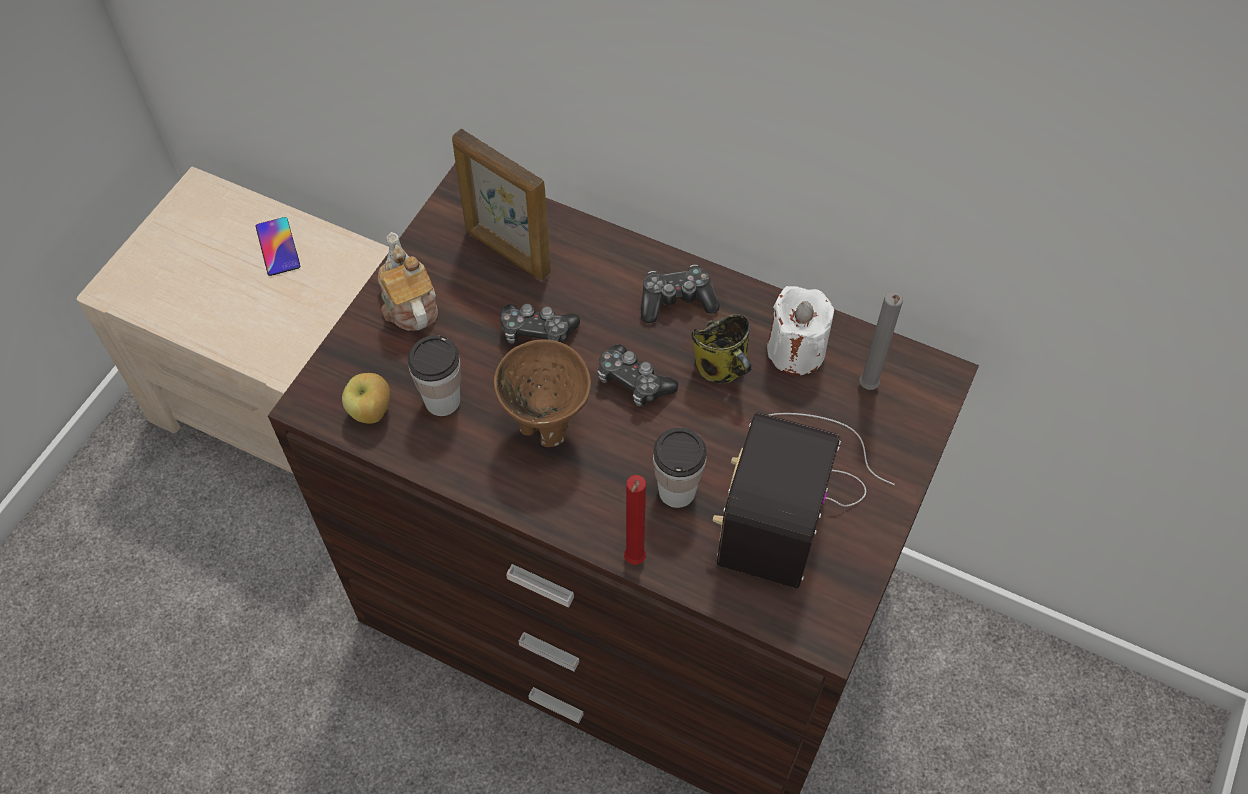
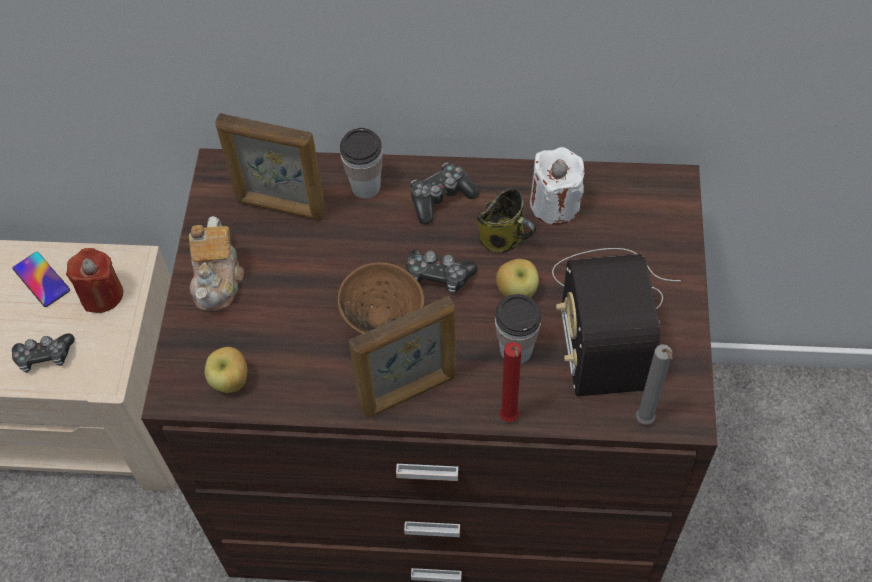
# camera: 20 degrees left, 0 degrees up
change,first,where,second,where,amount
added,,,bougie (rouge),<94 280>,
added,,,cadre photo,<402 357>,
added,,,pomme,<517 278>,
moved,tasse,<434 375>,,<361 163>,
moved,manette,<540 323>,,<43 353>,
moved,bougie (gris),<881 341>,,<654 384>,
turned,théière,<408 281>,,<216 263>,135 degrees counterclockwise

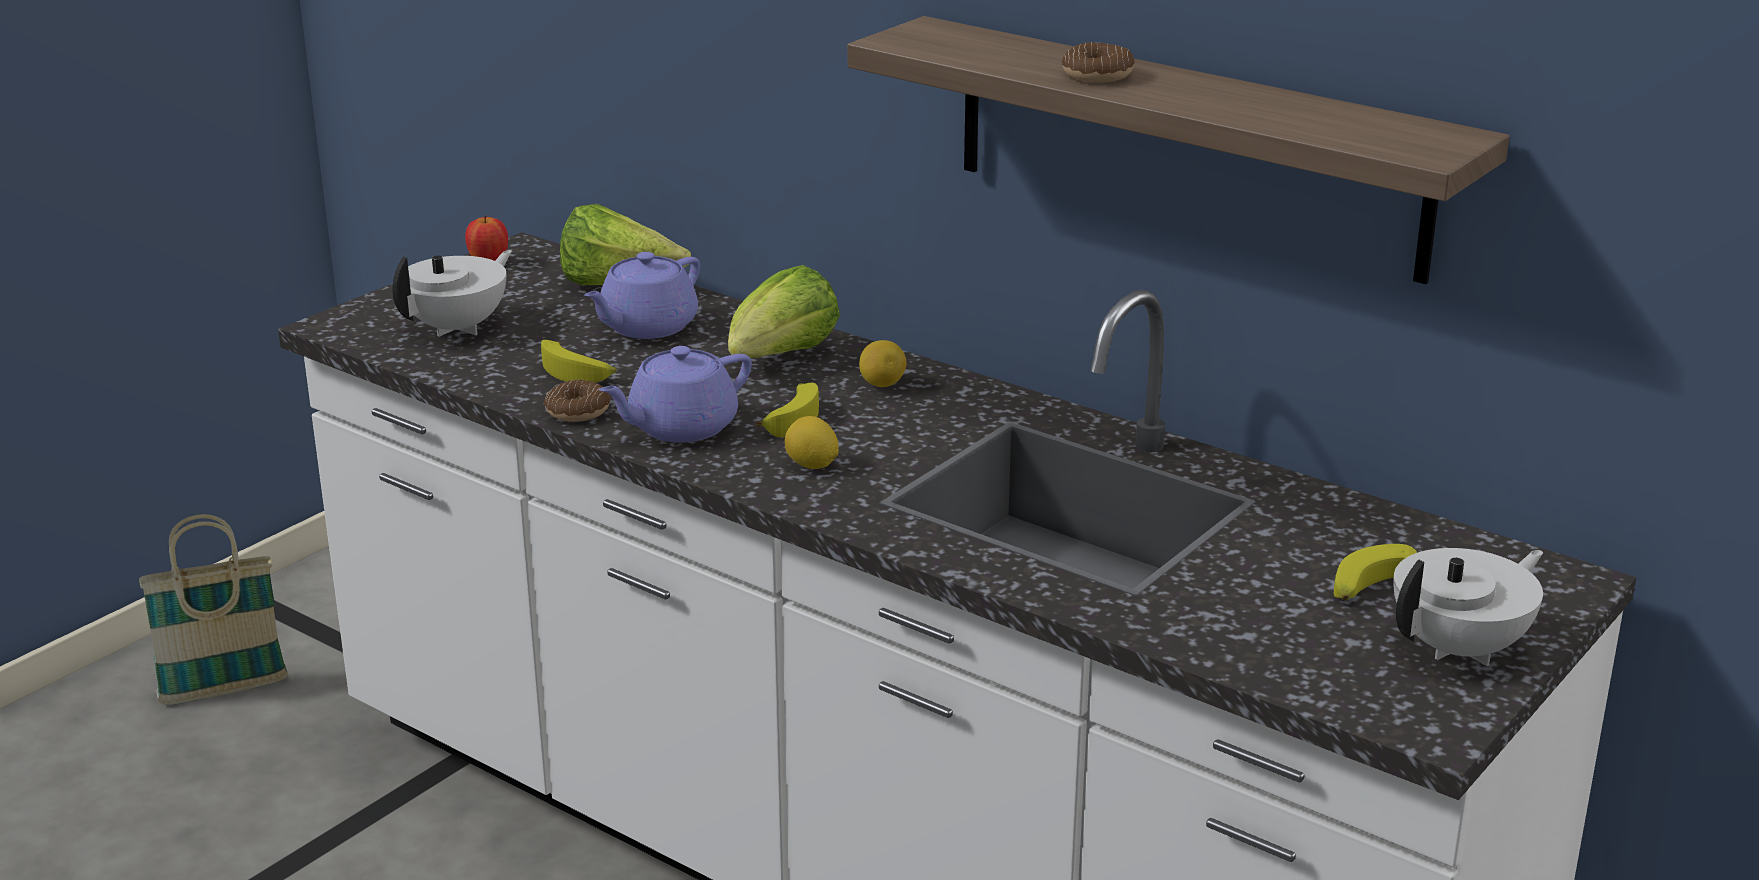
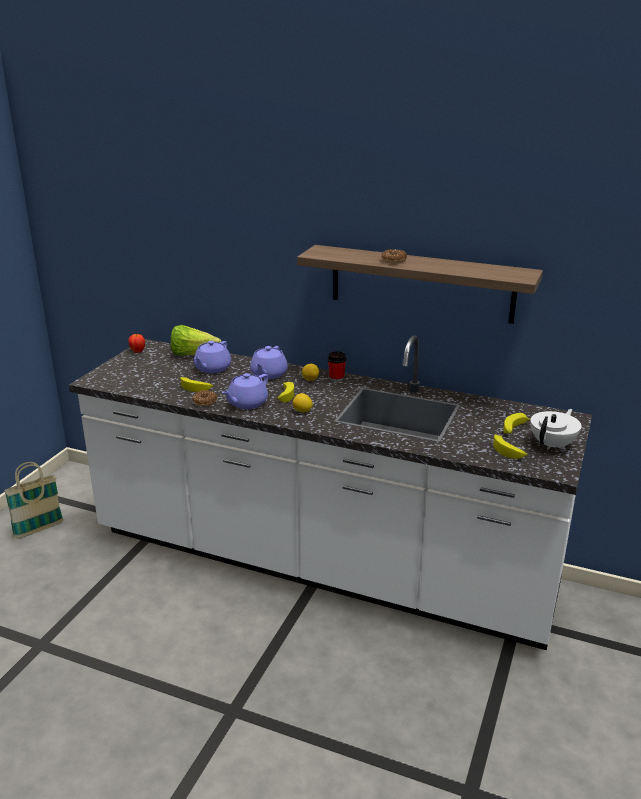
# camera: 15 degrees left, 0 degrees up
change,first,where,second,where,amount
removed,théière (blanc),<452 293>,,,
added,,,tasse,<336 367>,
added,,,banane,<510 447>,
replaced,laitue,<784 311>,théière (violet),<269 362>,

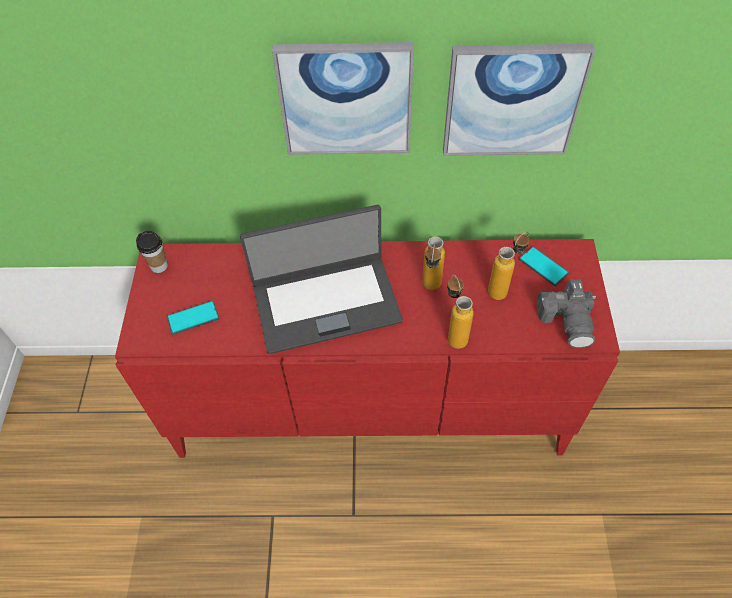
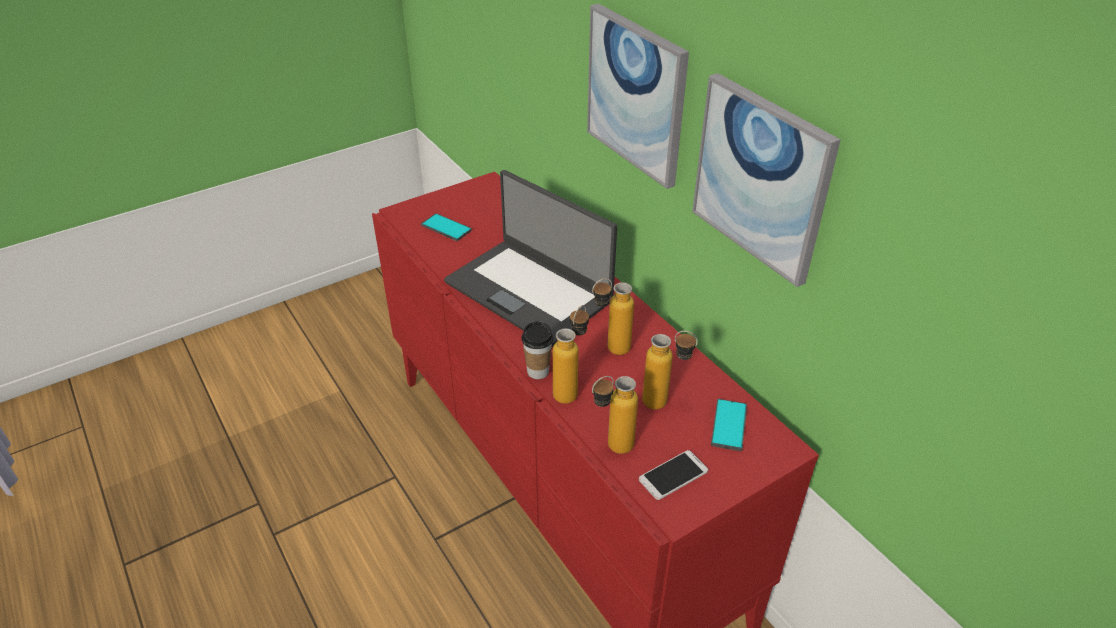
# camera: 55 degrees right, 15 degrees down
change,first,where,second,where,amount
added,,,bouteille,<615 415>,
moved,tasse,<152 252>,,<537 350>,
replaced,appareil photo,<566 313>,téléphone,<673 475>,

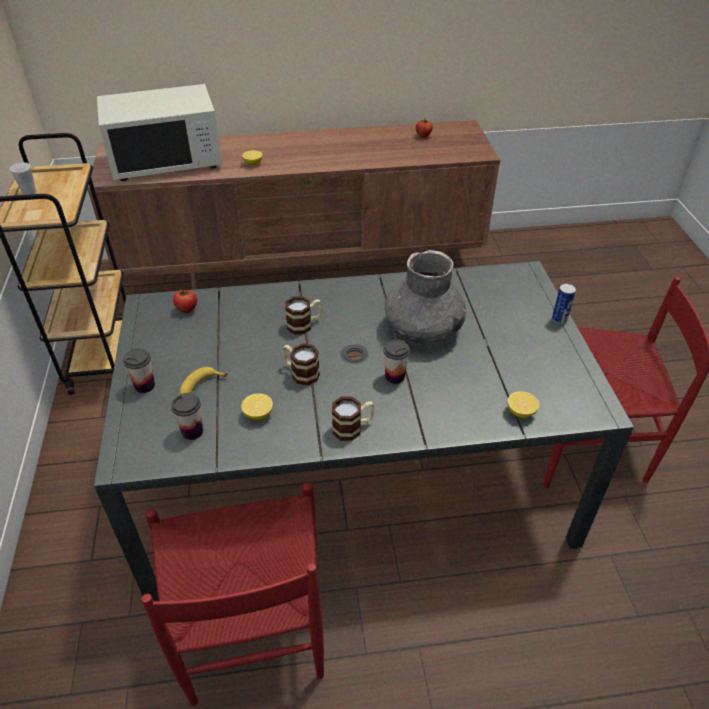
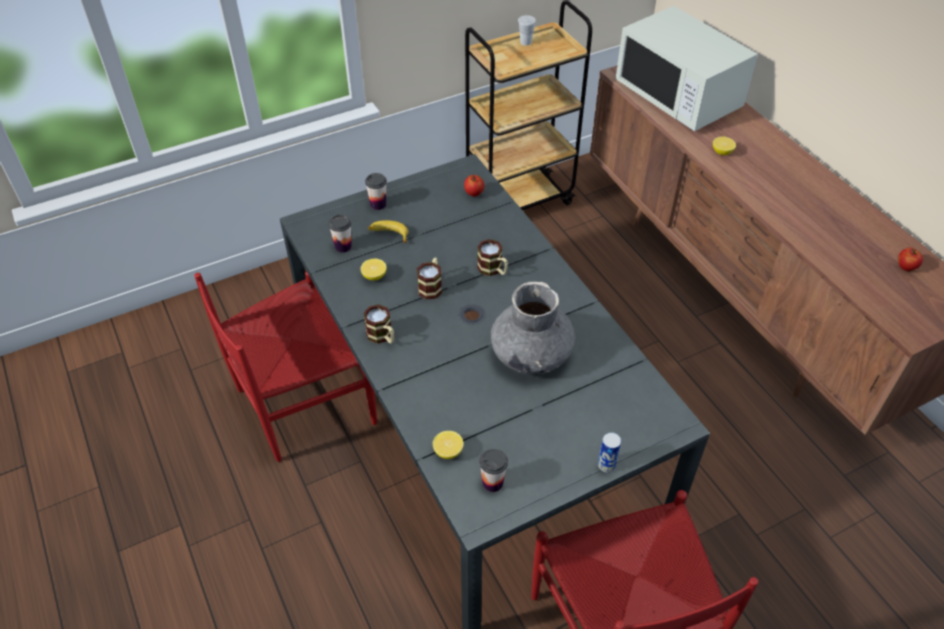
# camera: 70 degrees right, 5 degrees up
change,first,where,second,where,amount
moved,tasse,<396 361>,,<493 470>,

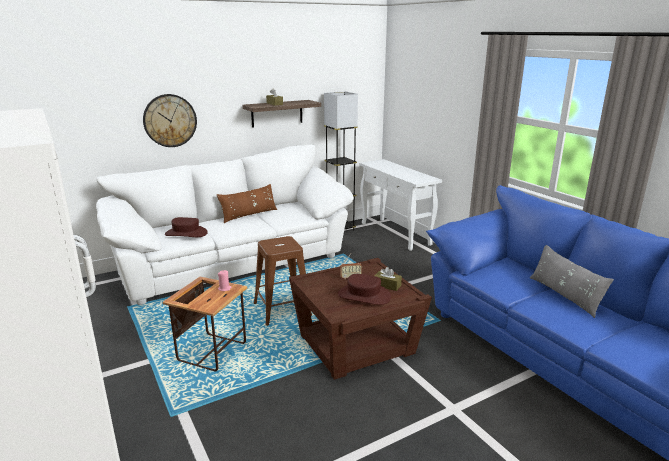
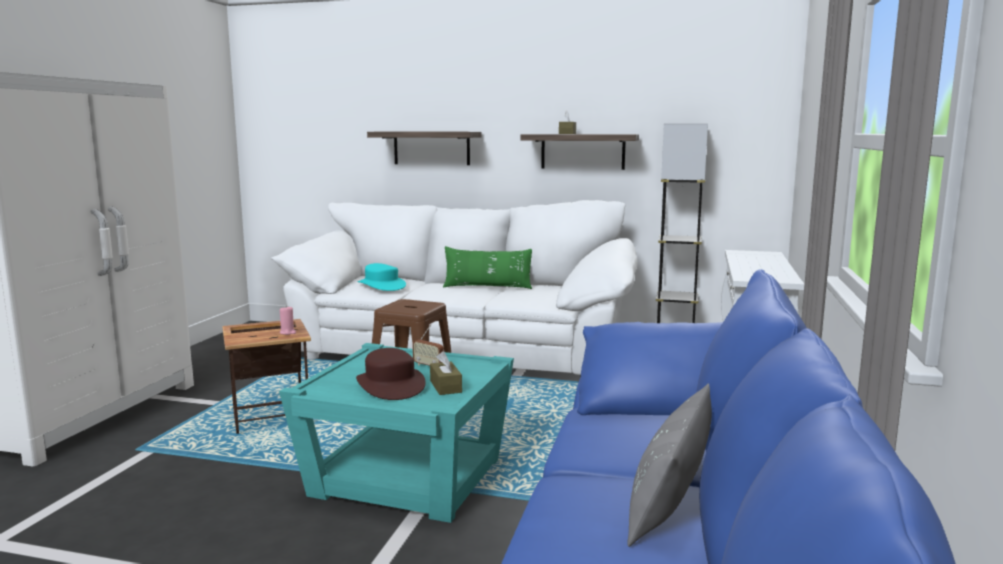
# camera: 45 degrees right, 10 degrees down
change,first,where,second,where,amount
replaced,horloge murale,<170 120>,étagère,<424 148>,
recoloured,chapeau (marron),<186 227>,chapeau (turquoise),<381 277>,
recoloured,coussin (marron),<247 203>,coussin (vert),<487 267>,
recoloured,table d'appoint (marron),<360 319>,table d'appoint (turquoise),<396 433>,

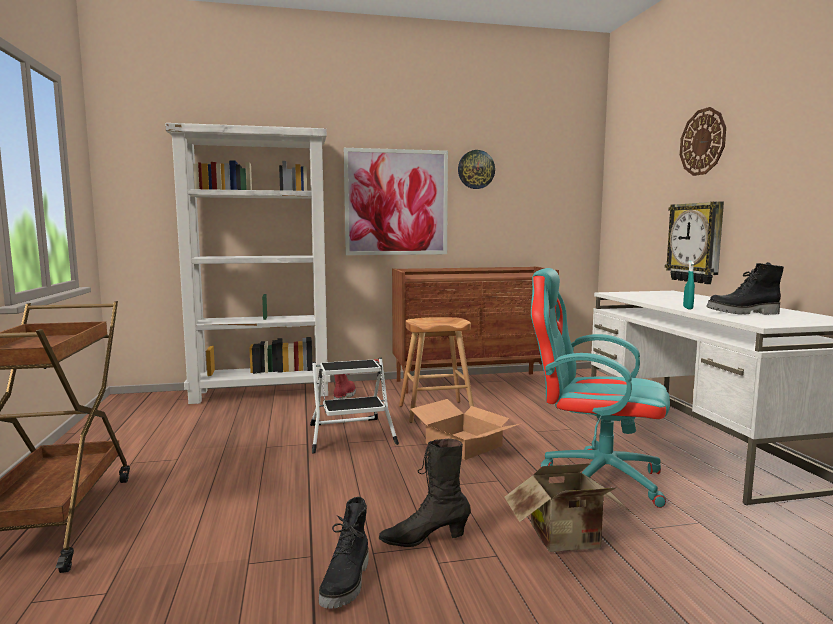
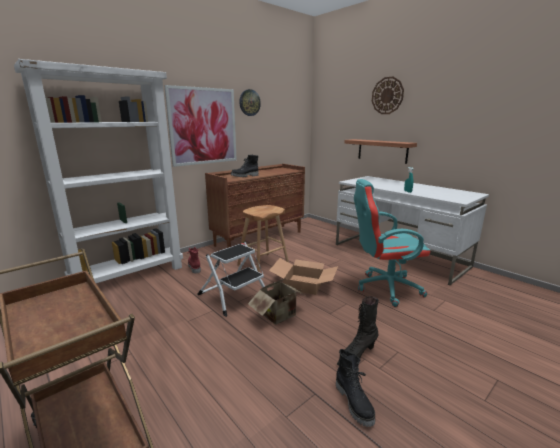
# camera: 30 degrees left, 10 degrees up
change,first,where,second,where,amount
moved,carton,<568 507>,,<277 301>,
moved,botte (noir),<745 288>,,<245 166>,
replaced,horloge murale,<694 242>,étagère,<380 151>,

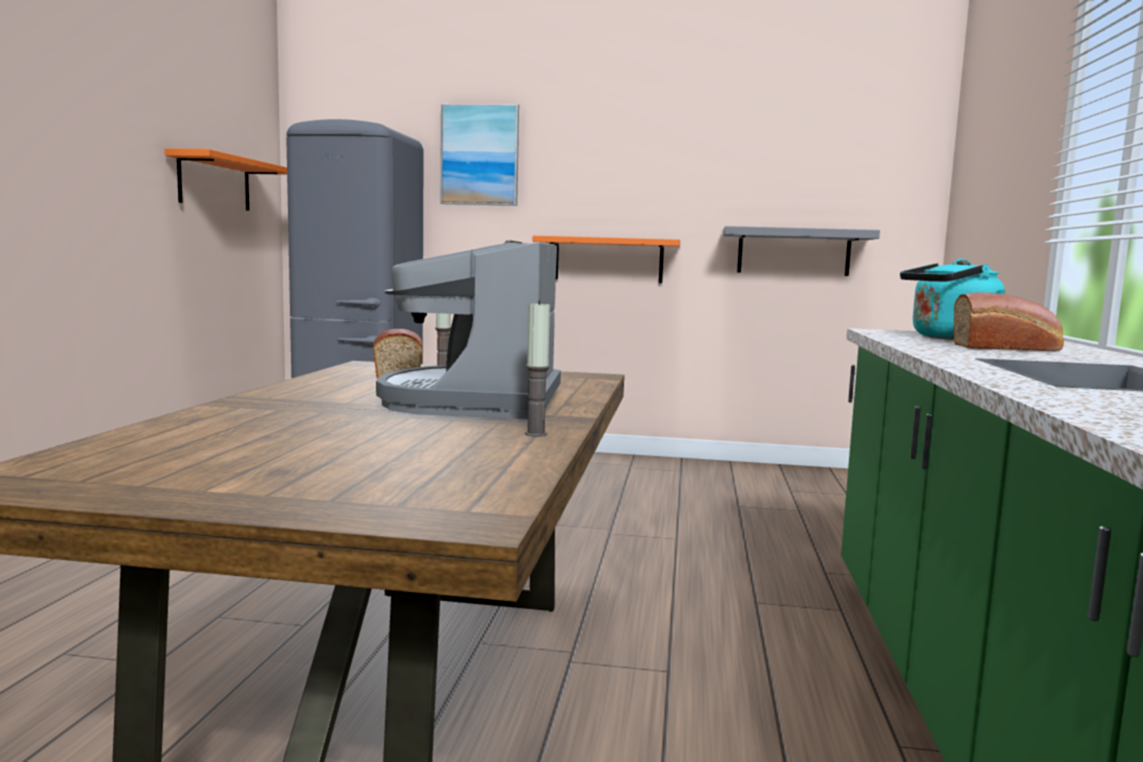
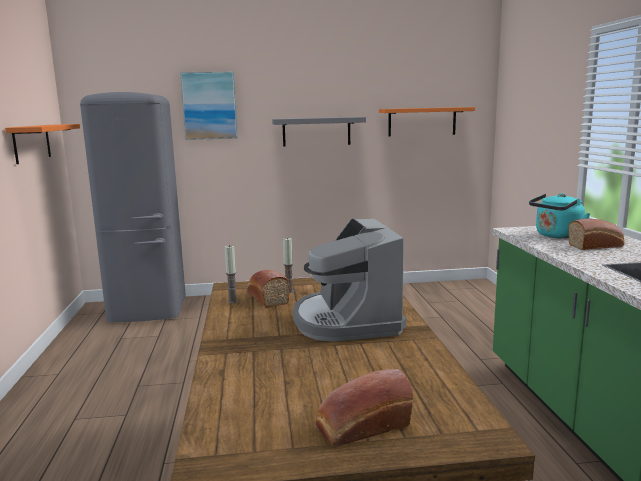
# camera: 15 degrees left, 5 degrees up
change,first,where,second,where,amount
added,,,pain,<364 407>,
moved,bougie,<537 368>,,<231 274>,
moved,étagère (orange),<606 259>,,<427 121>,
moved,étagère (gris),<801 251>,,<319 132>,

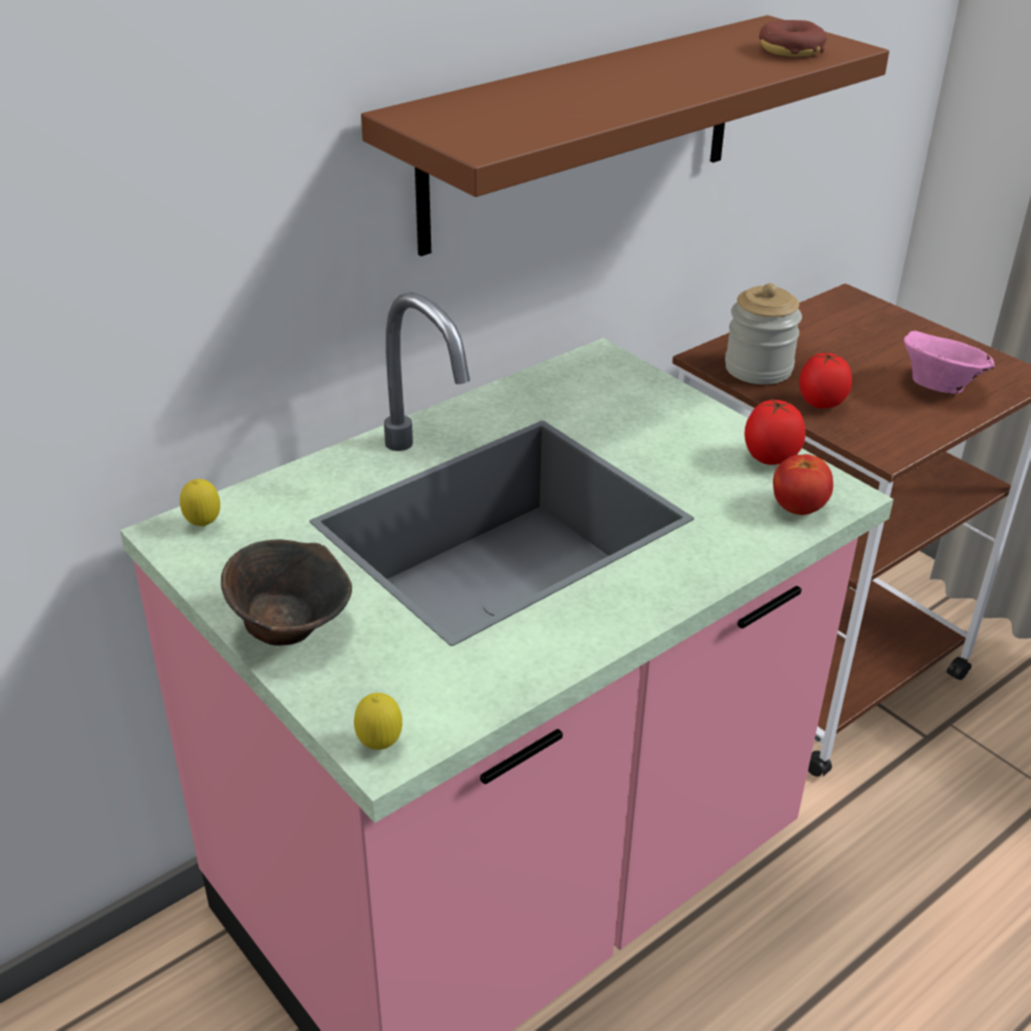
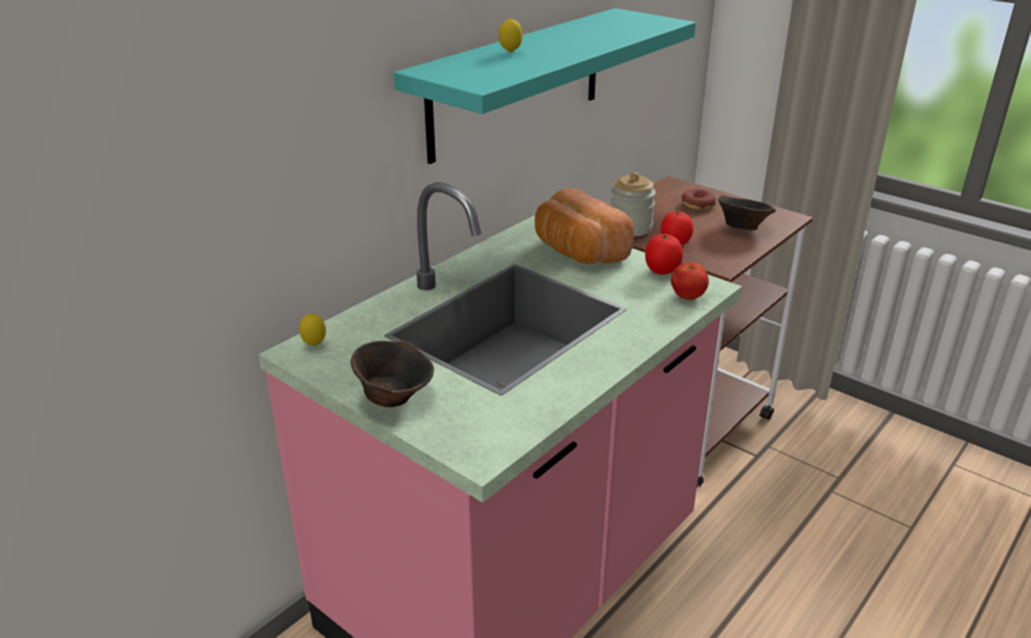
# camera: 10 degrees left, 5 degrees down
change,first,where,second,where,amount
added,,,pain,<584 226>,
moved,citron,<378 721>,,<510 35>,
moved,beignet,<793 38>,,<698 199>,
recoloured,étagère (marron),<625 135>,étagère (turquoise),<545 86>,
recoloured,bol (rose),<949 362>,bol (marron),<747 212>,

